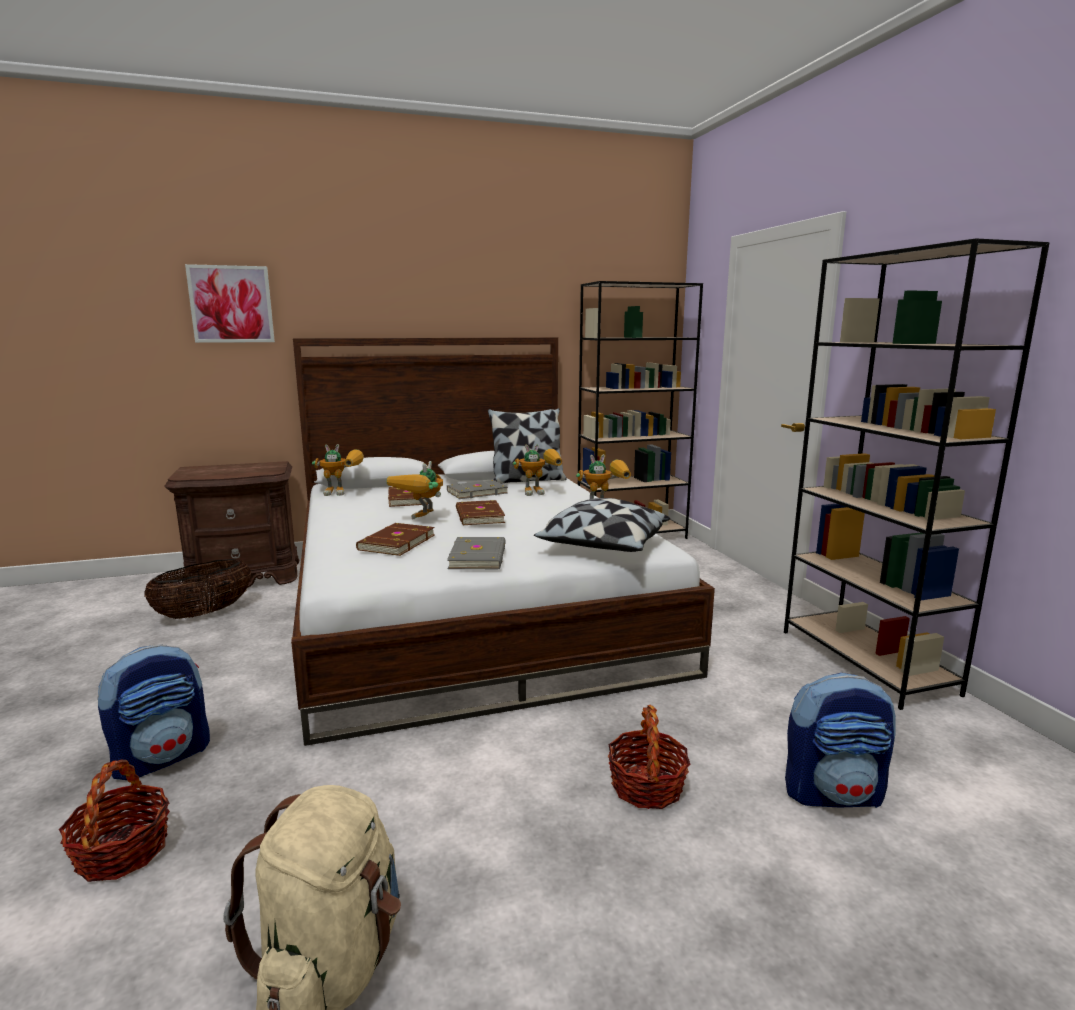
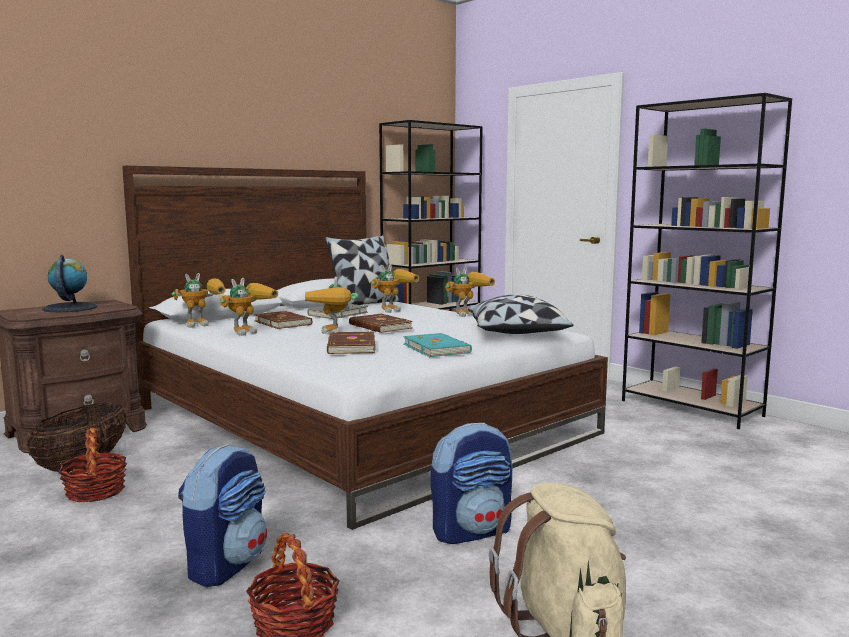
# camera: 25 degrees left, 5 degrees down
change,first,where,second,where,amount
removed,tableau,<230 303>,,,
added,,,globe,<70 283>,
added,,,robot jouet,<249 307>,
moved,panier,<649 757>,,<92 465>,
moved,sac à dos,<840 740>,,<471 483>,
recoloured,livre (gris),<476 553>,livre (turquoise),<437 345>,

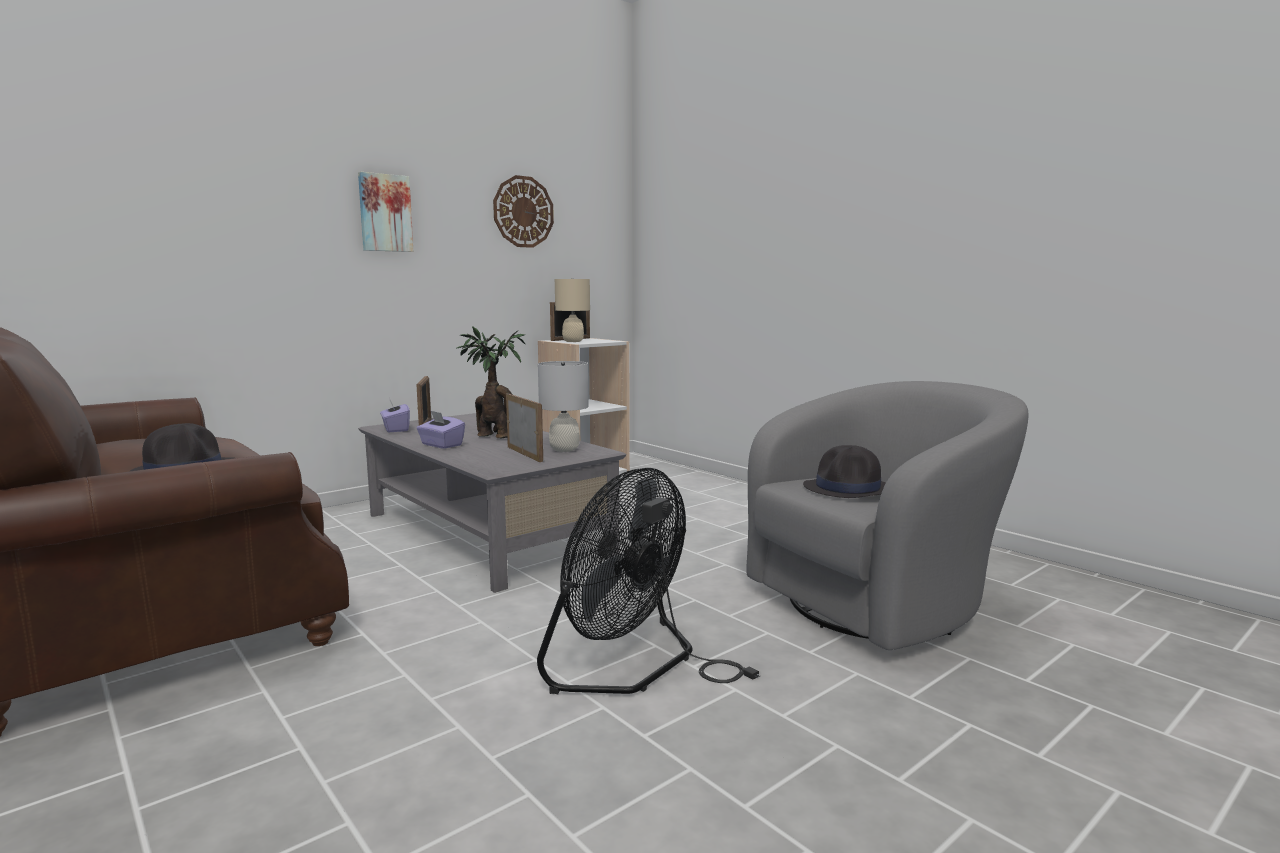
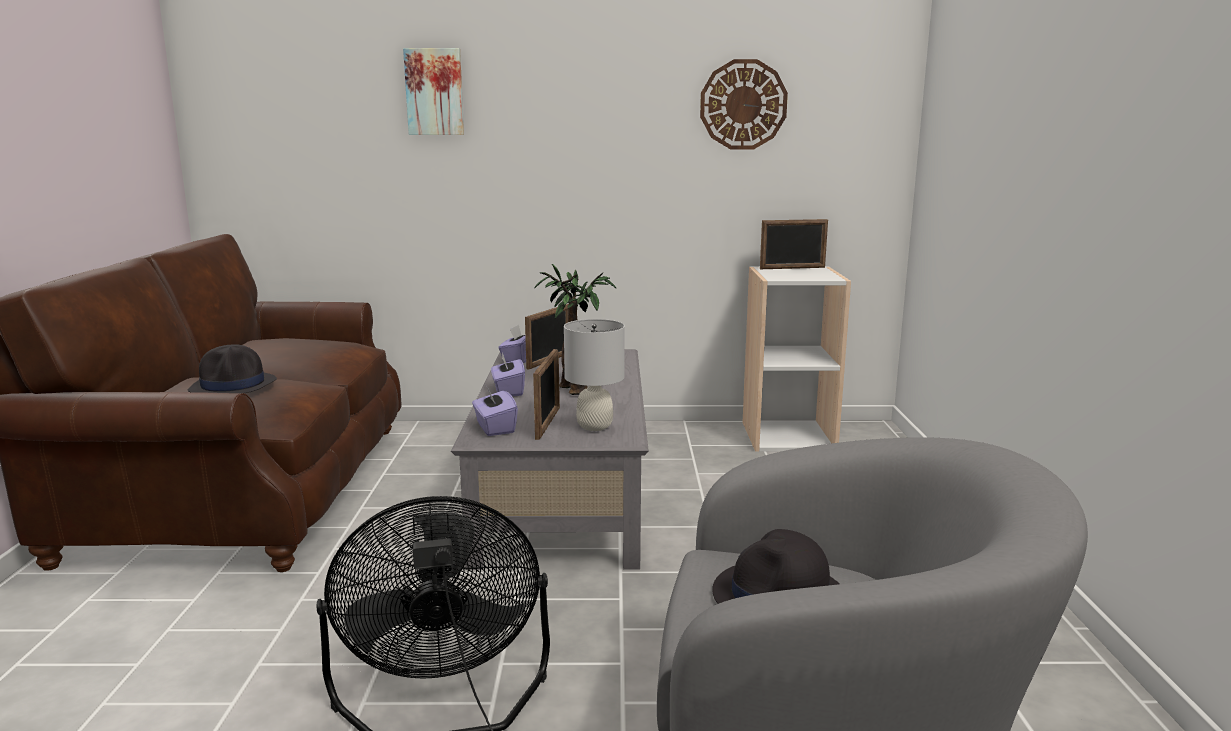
# camera: 40 degrees right, 5 degrees up
change,first,where,second,where,amount
removed,lampe de table (beige),<572 310>,,,
added,,,boîte à mouchoirs (violet),<495 410>,
moved,tableau,<385 212>,,<433 91>,

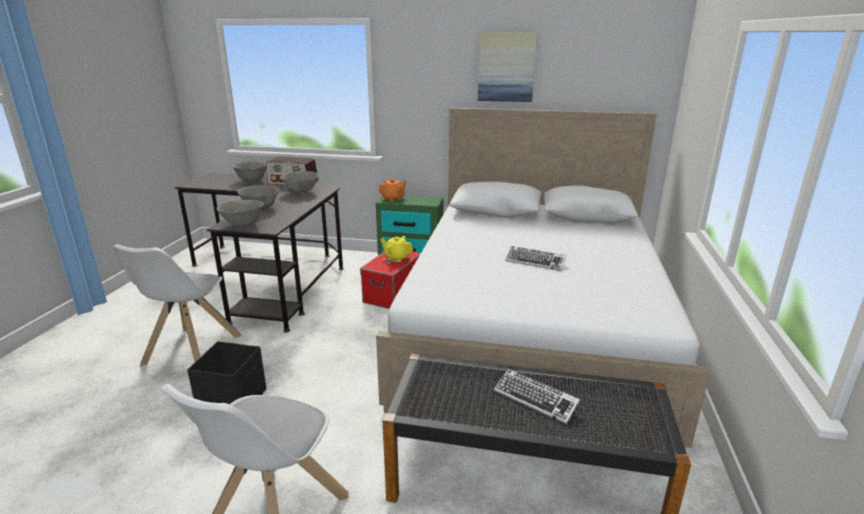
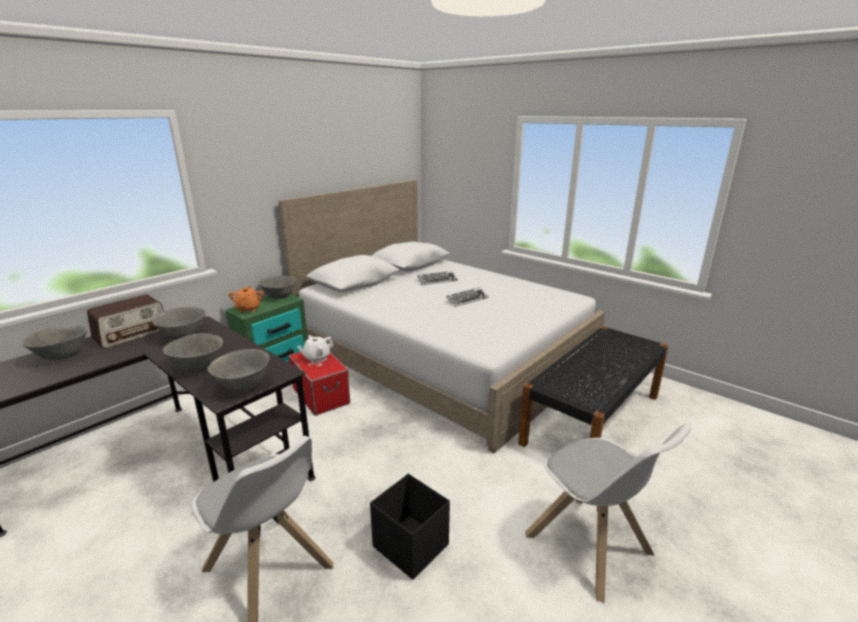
# camera: 60 degrees left, 0 degrees up
change,first,where,second,where,amount
removed,tableau,<507 67>,,,
added,,,bol (gris),<277 287>,
moved,clavier,<537 396>,,<437 278>,
recoloured,théière (jaune),<396 249>,théière (blanc),<315 349>,

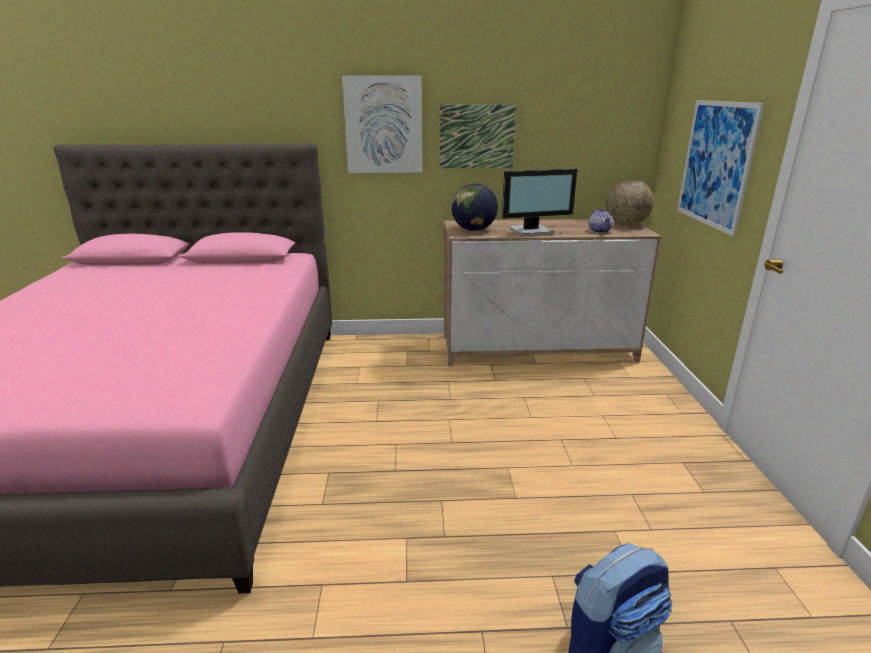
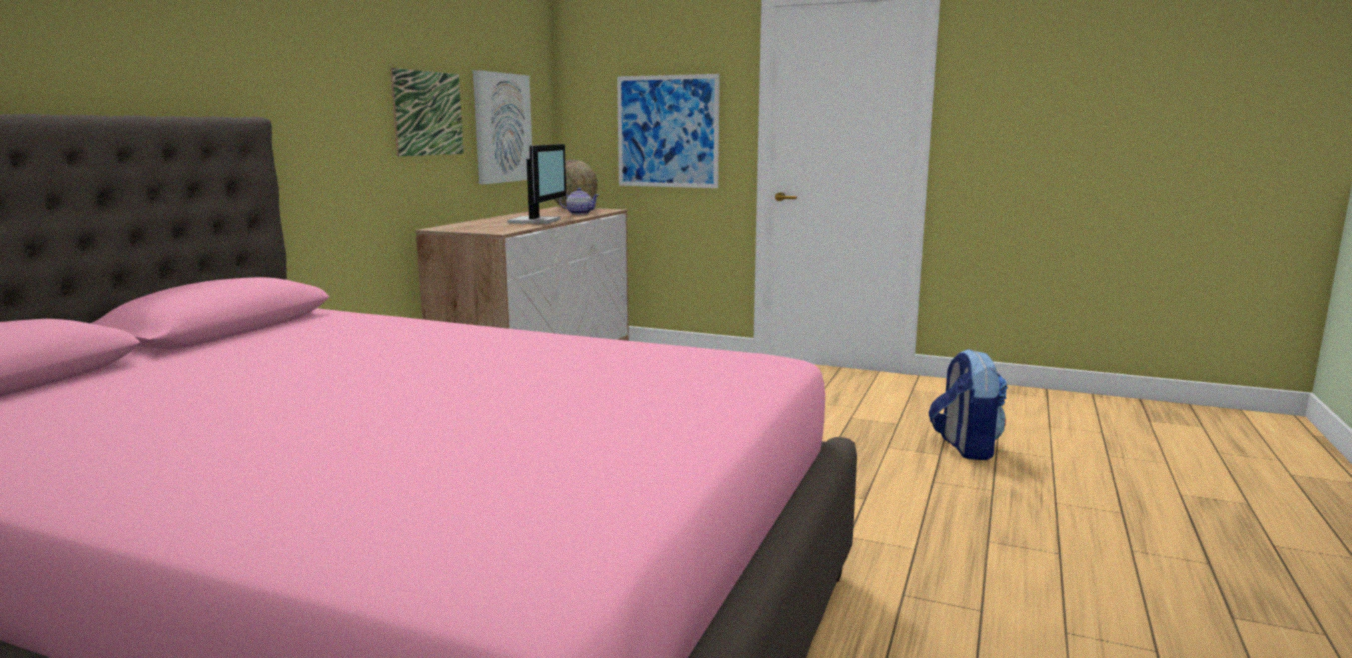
# camera: 65 degrees left, 10 degrees down
change,first,where,second,where,amount
removed,globe,<474 207>,,,
moved,tableau,<382 124>,,<502 127>,

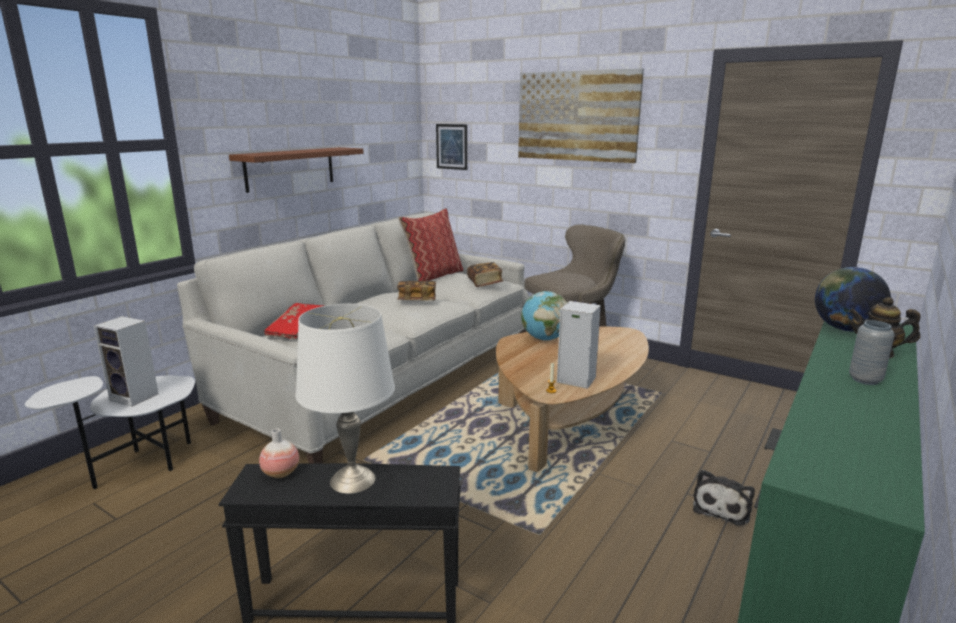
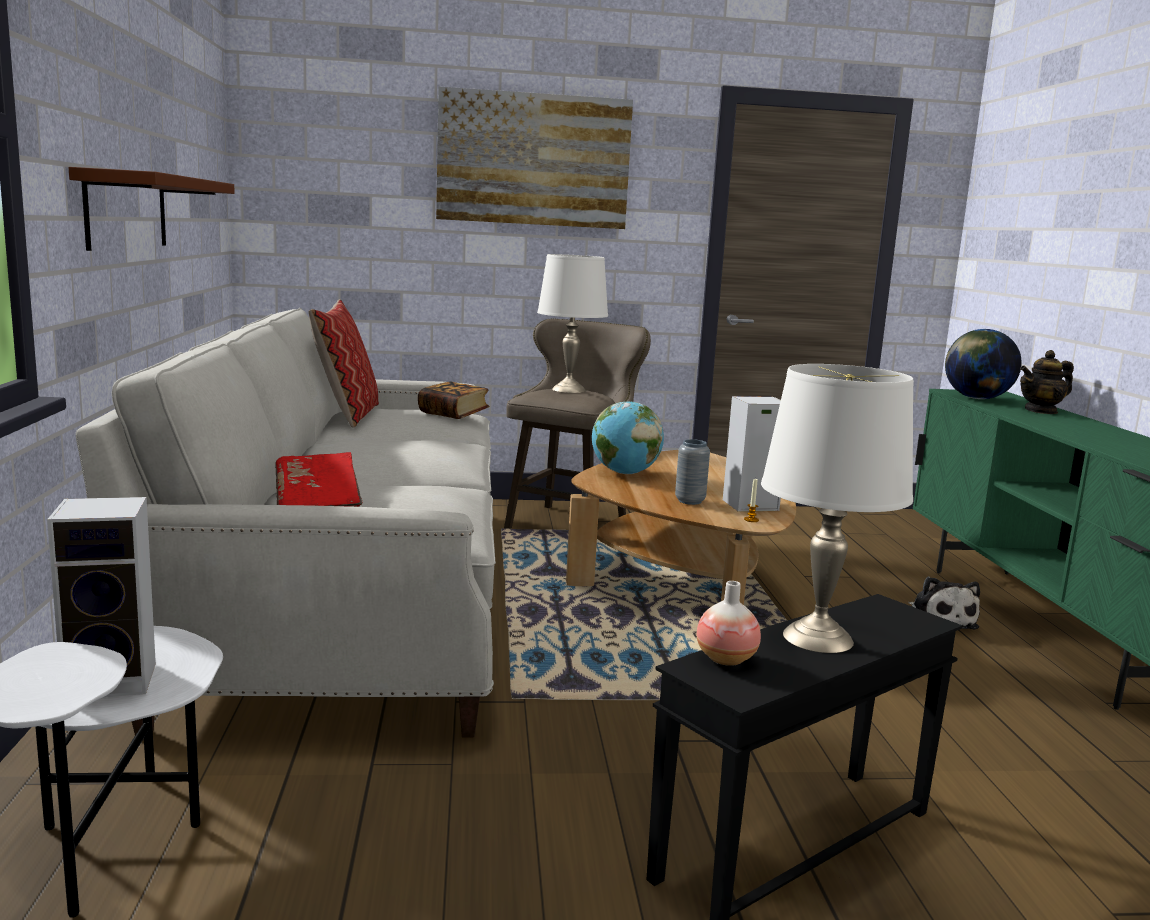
# camera: 40 degrees left, 5 degrees down
change,first,where,second,where,amount
removed,livre,<416 291>,,,
removed,tableau,<451 147>,,,
added,,,lampe de table (blanc),<572 323>,
moved,vase (gris),<872 352>,,<692 472>,

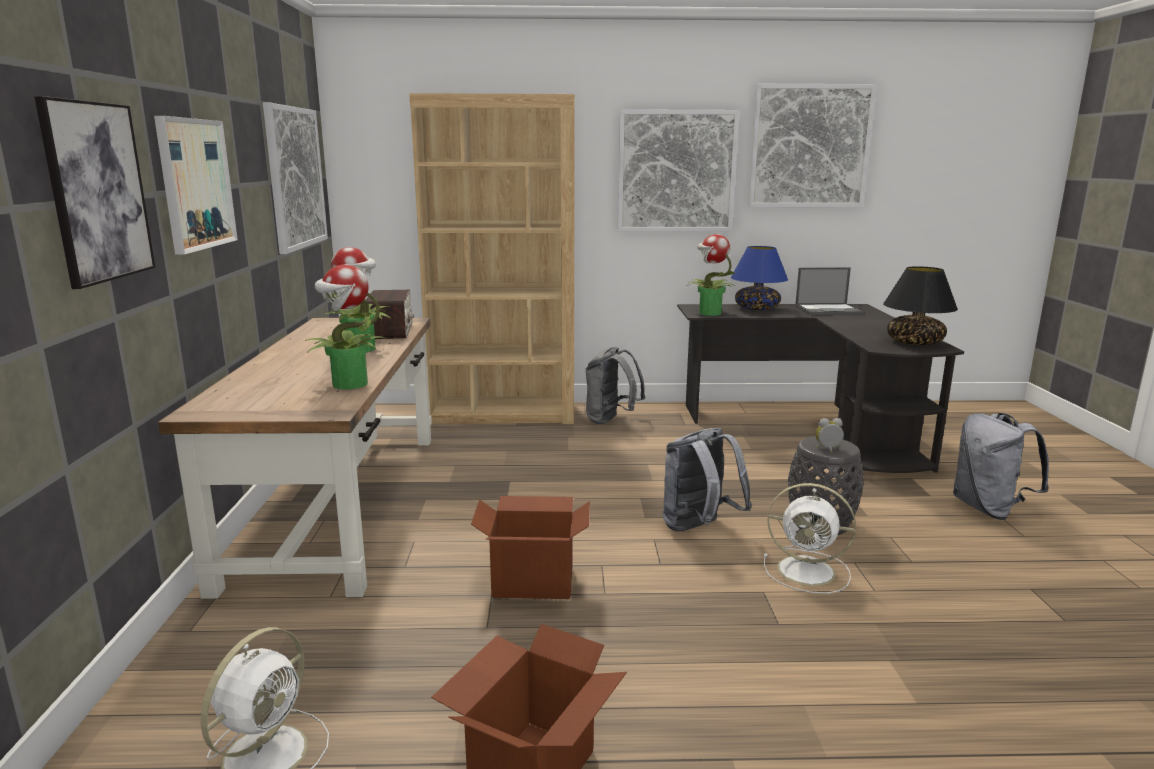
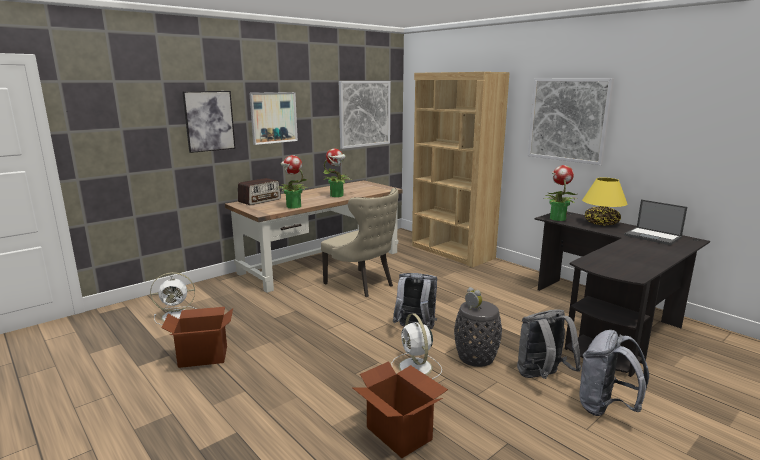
# camera: 50 degrees right, 0 degrees up
change,first,where,second,where,amount
removed,tableau,<812 145>,,,
removed,lampe de table (noir),<920 305>,,,
added,,,chaise (beige),<360 242>,
moved,radio,<390 314>,,<259 191>,
moved,carton,<530 547>,,<400 409>,
moved,sac à dos (gris),<615 385>,,<549 344>,
recoloured,lampe de table (bleu),<759 278>,lampe de table (jaune),<605 201>,

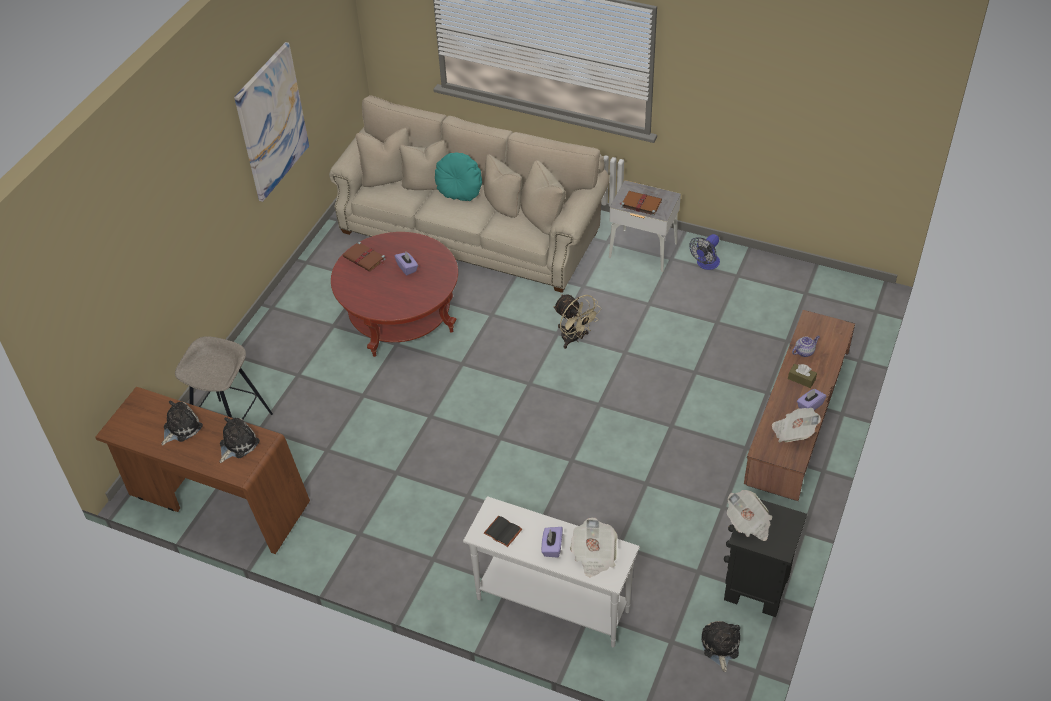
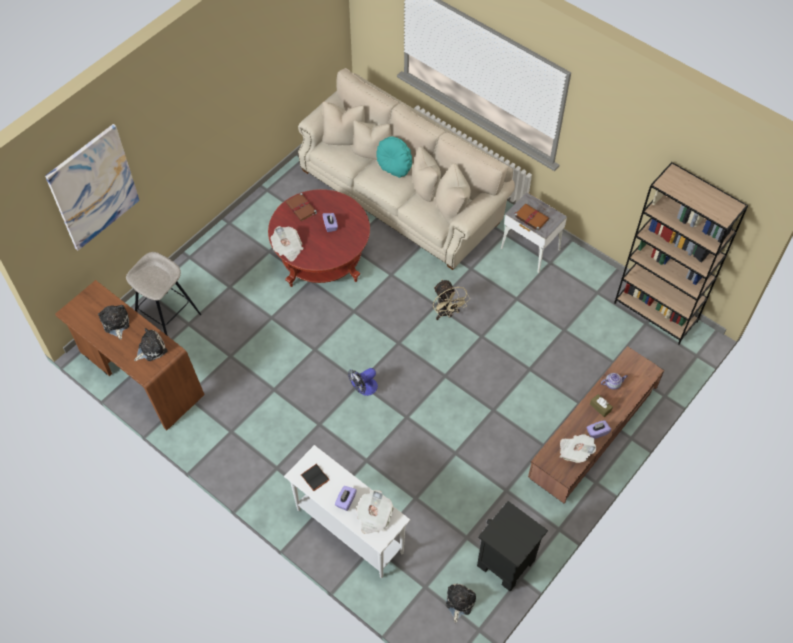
# camera: 15 degrees right, 10 degrees up
change,first,where,second,where,amount
added,,,bibliothèque (beige),<681 253>,
moved,tableau,<271 122>,,<92 187>,
moved,ventilateur,<704 252>,,<363 382>,
moved,journal,<749 515>,,<287 243>,
turned,peluche,<182 423>,,<113 322>,75 degrees counterclockwise

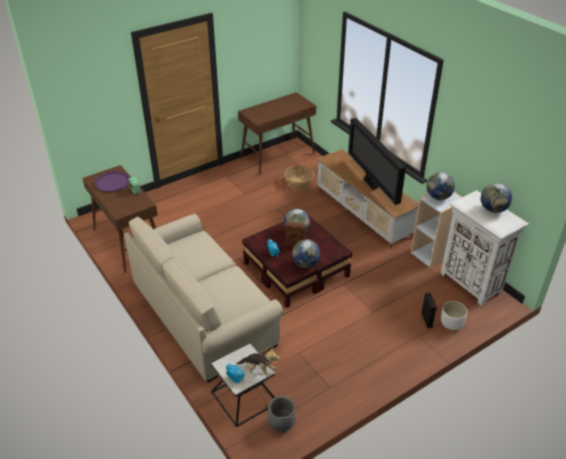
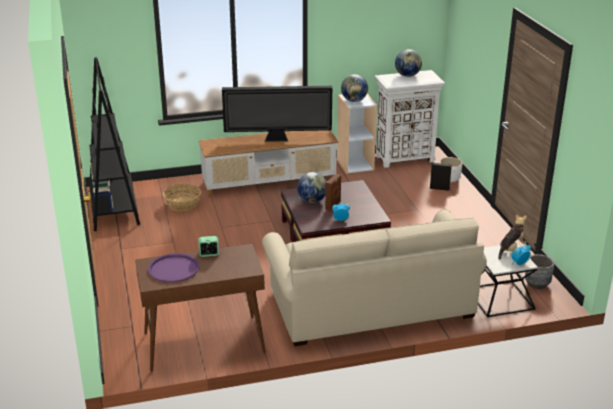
# camera: 70 degrees left, 10 degrees down
change,first,where,second,where,amount
removed,globe,<306 253>,,,
replaced,table console (marron),<277 133>,bibliothèque (noir),<114 144>,

